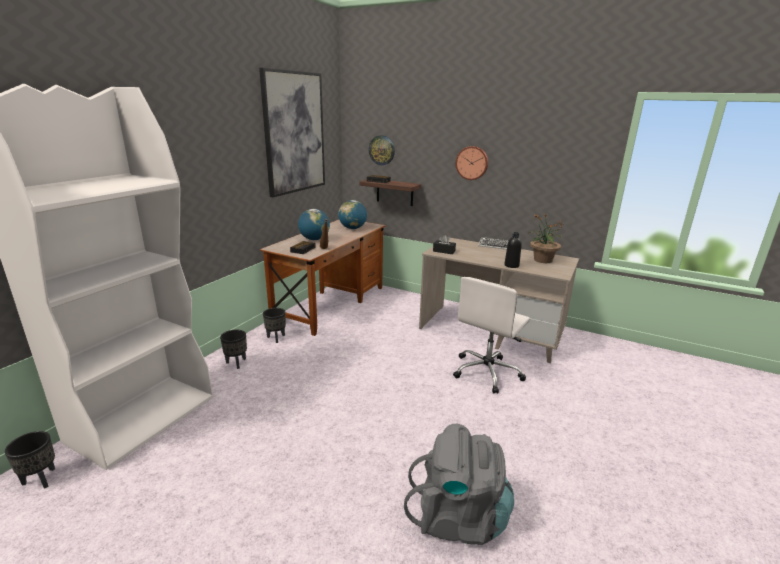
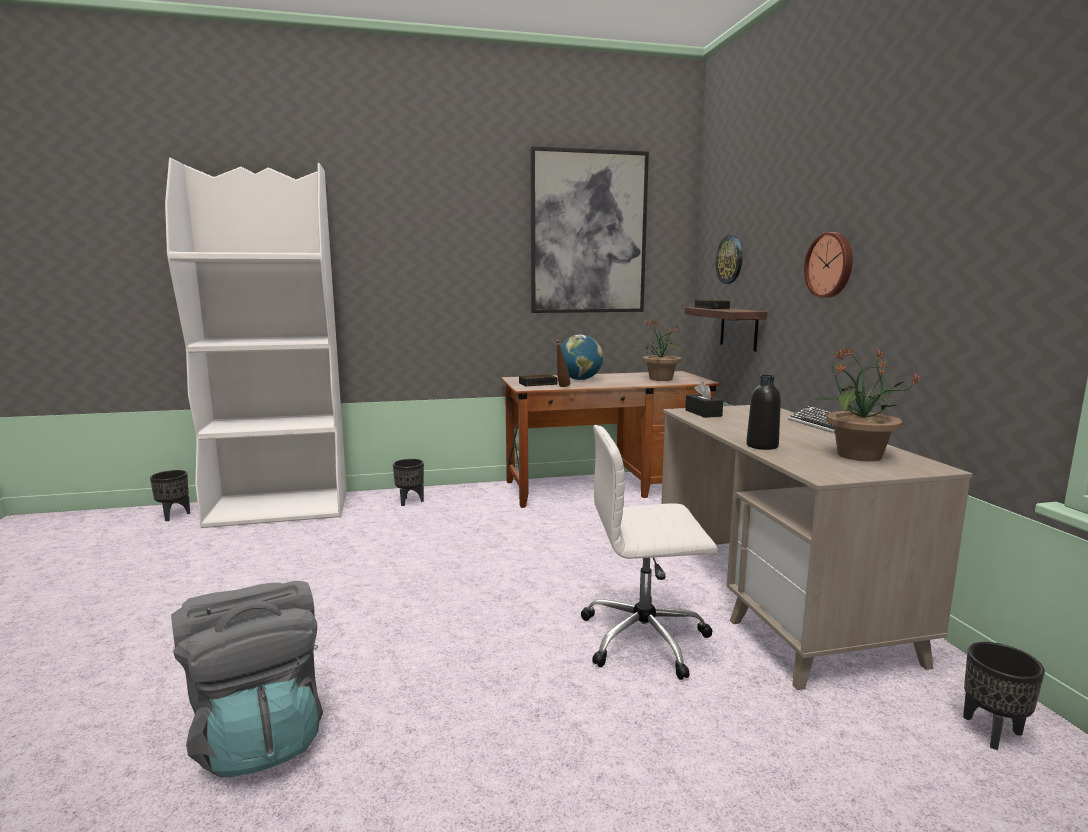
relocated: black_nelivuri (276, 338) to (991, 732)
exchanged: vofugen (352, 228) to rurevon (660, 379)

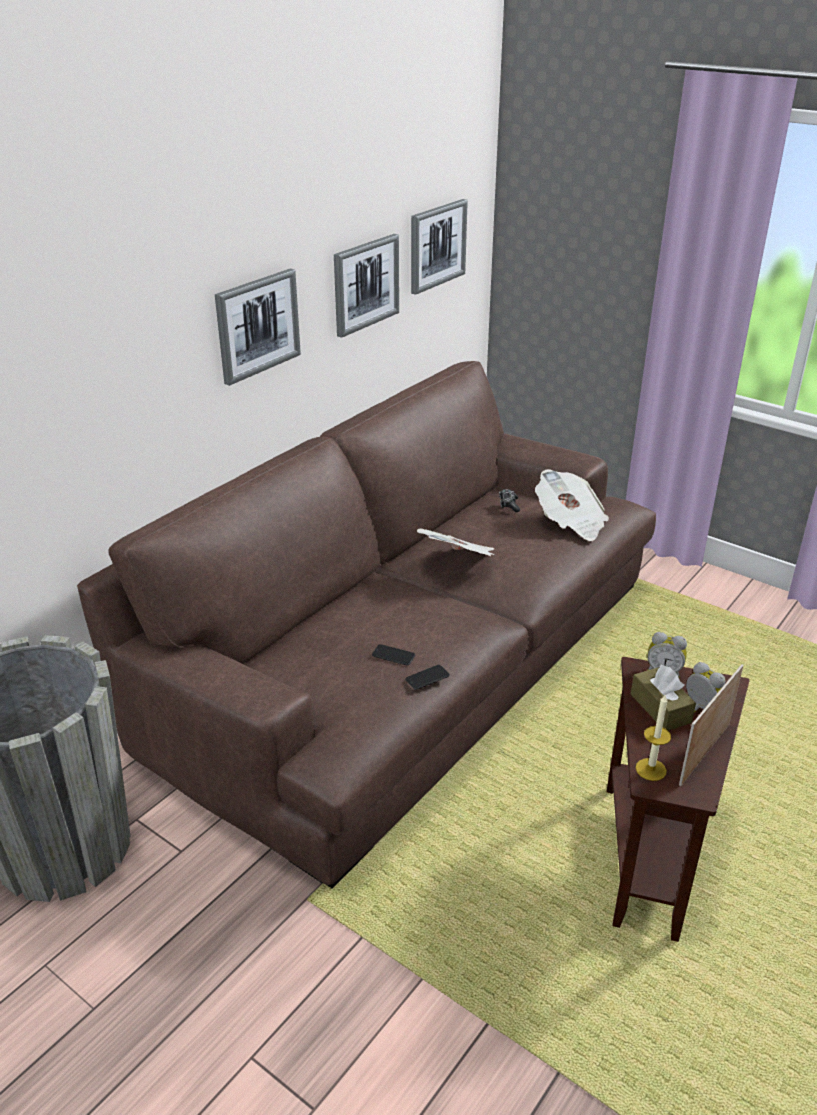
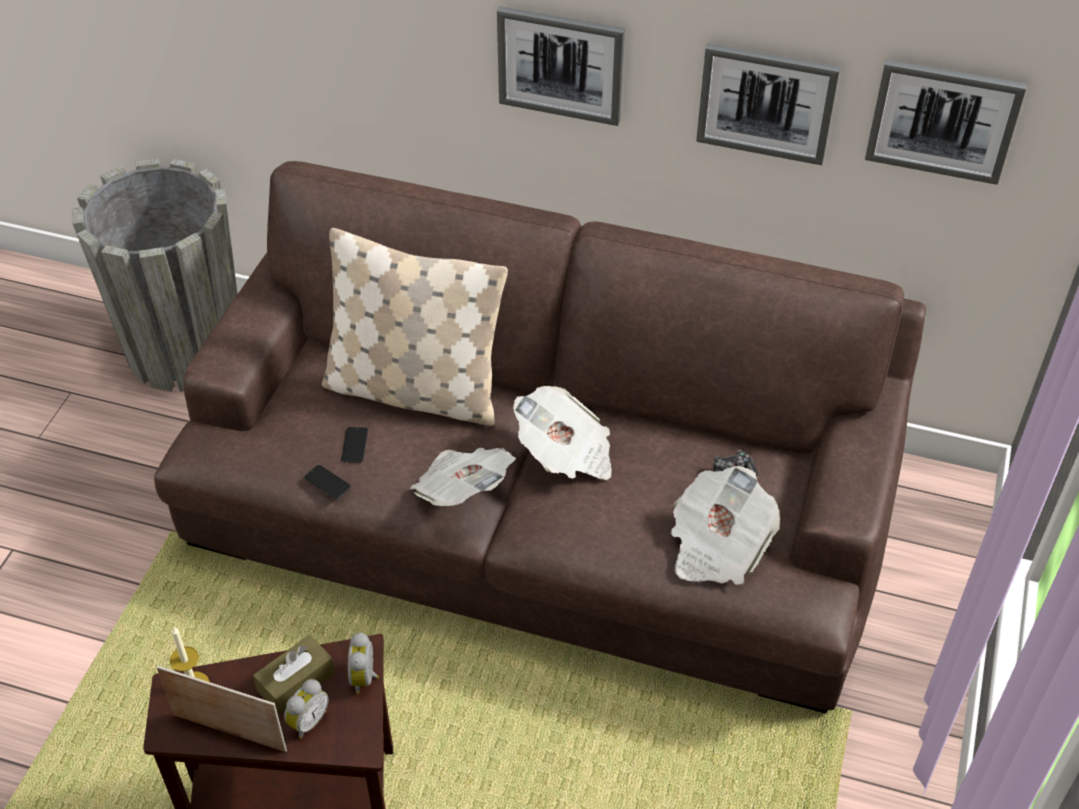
appeared: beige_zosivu (415, 390); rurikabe (462, 490)

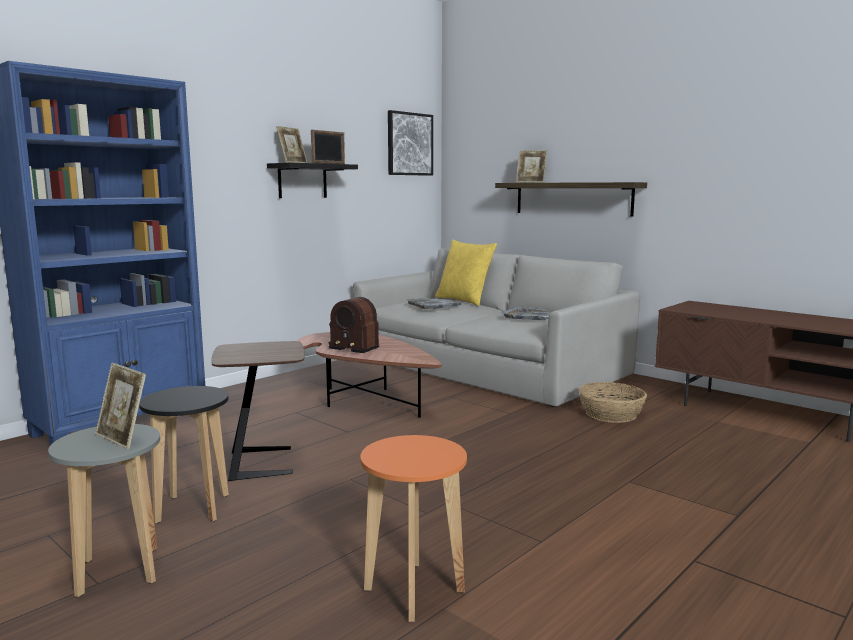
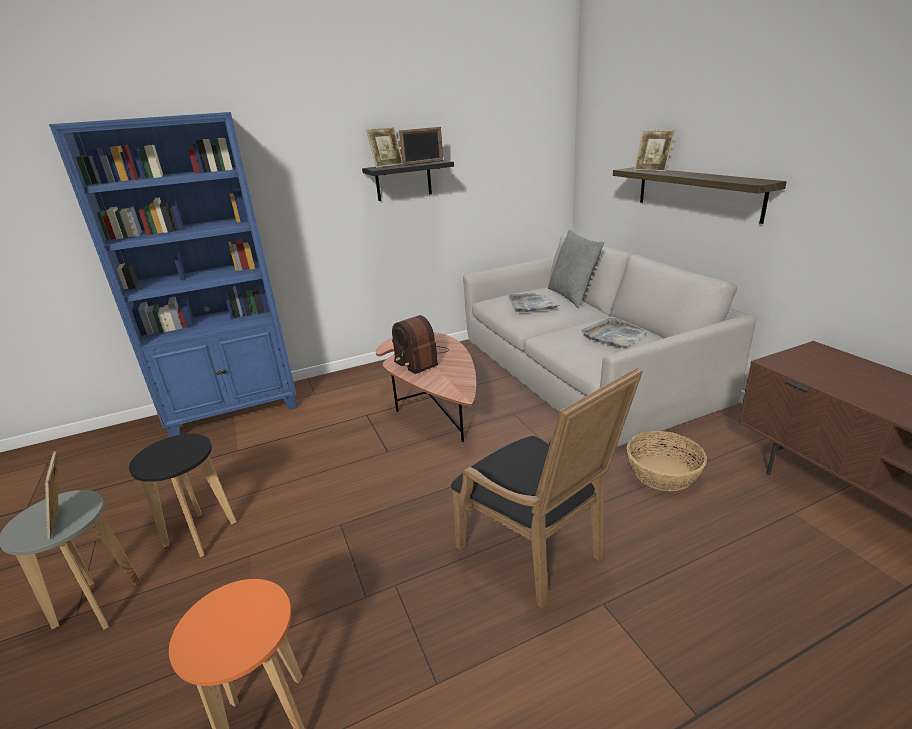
missing: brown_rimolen (263, 463); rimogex (409, 144)
appeared: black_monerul (538, 555)
colour: yellow_zosivu (464, 300) to grey_zosivu (572, 296)

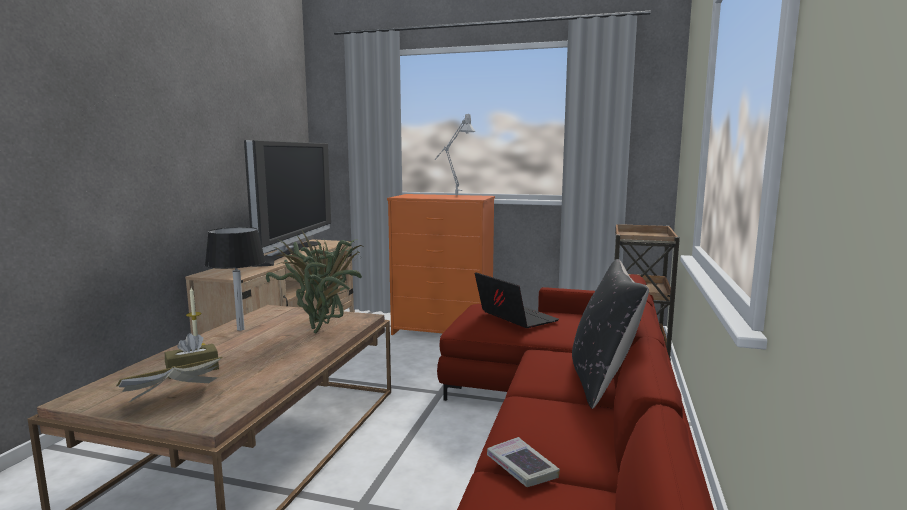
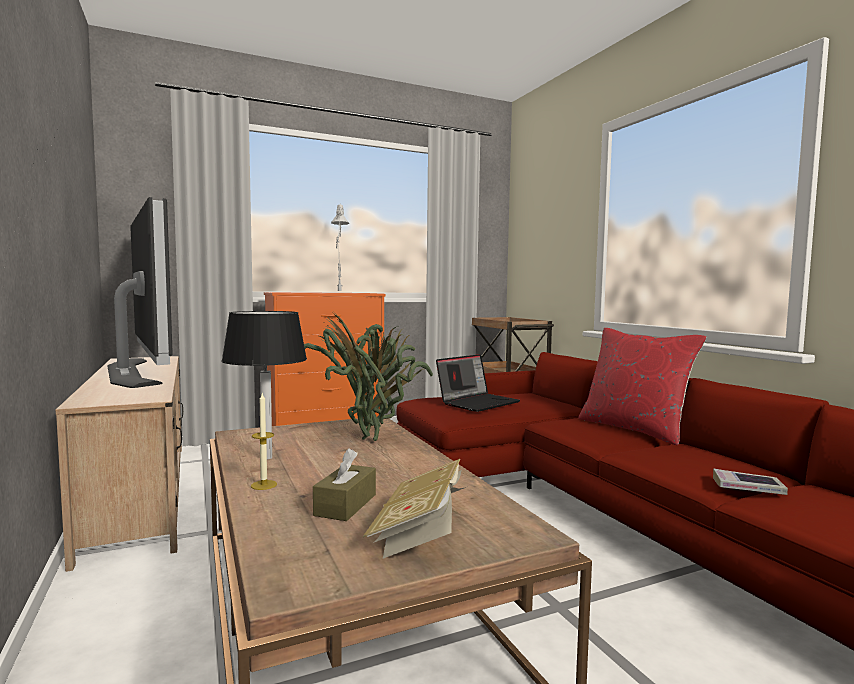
colour: black_zosivu (602, 380) to red_zosivu (634, 429)
spun: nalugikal (514, 317) = (478, 402) 120 degrees clockwise

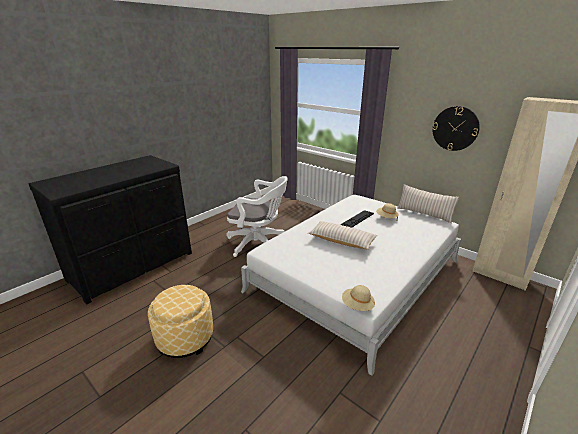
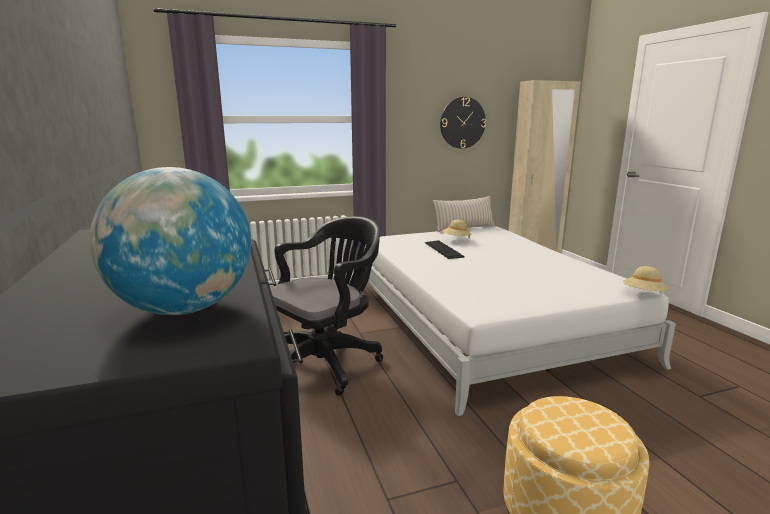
missing: beige_zosivu (341, 240)
appeared: vofugen (184, 309)
colour: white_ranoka (259, 244) to black_ranoka (326, 362)

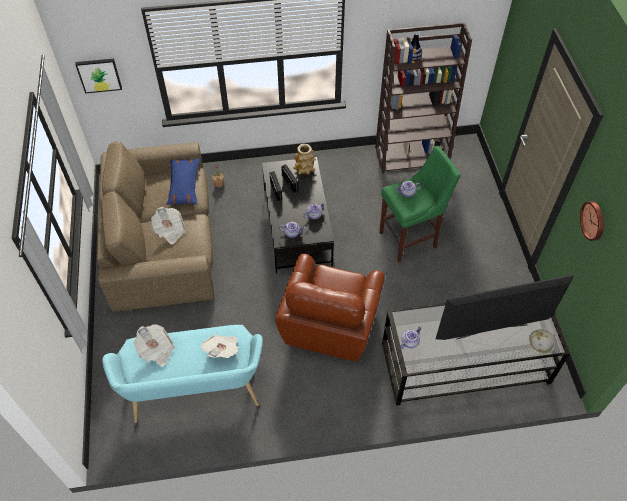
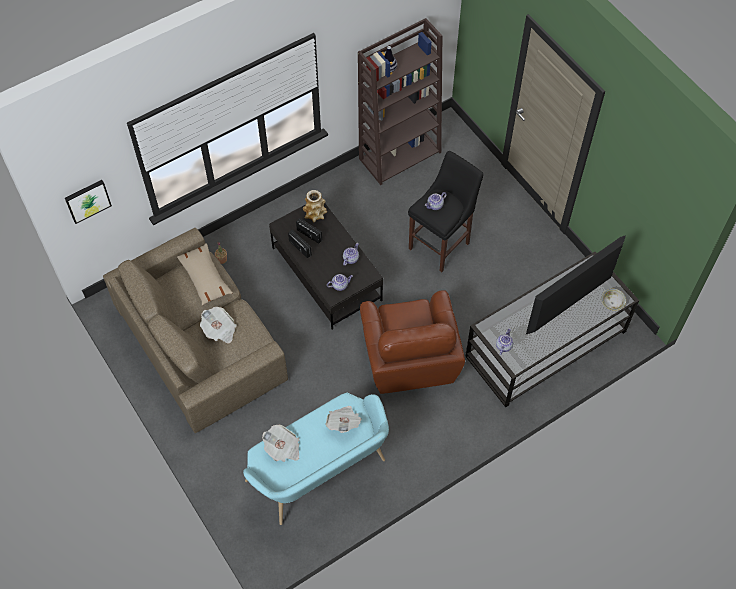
missing: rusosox (593, 220)
colour: blue_zosivu (184, 186) to beige_zosivu (205, 278); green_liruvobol (410, 239) to black_liruvobol (441, 244)

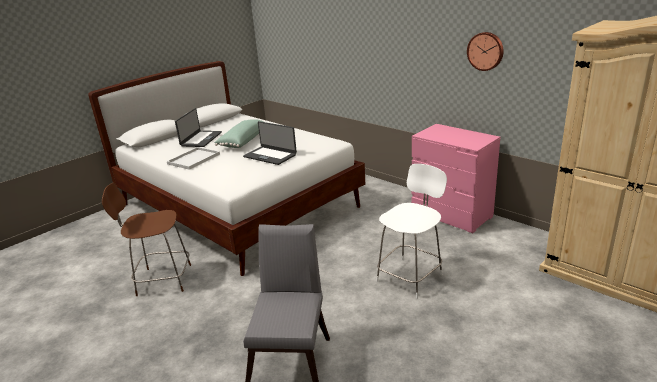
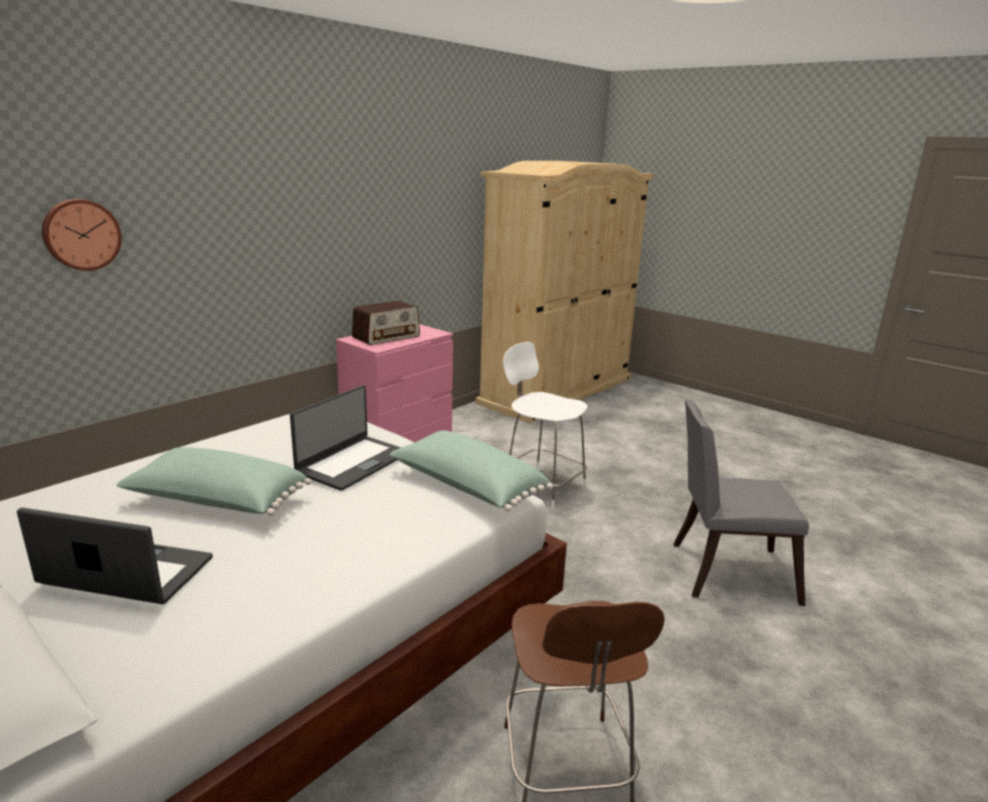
missing: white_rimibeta (193, 159)
appeared: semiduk (386, 337); green_zosivu (467, 487)
relocated: rusosox (485, 51) to (81, 234)

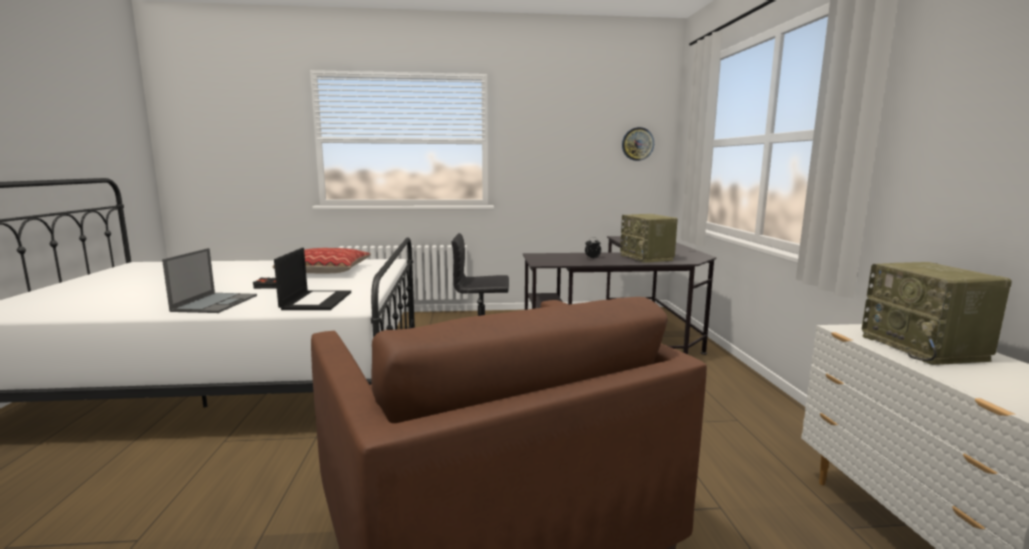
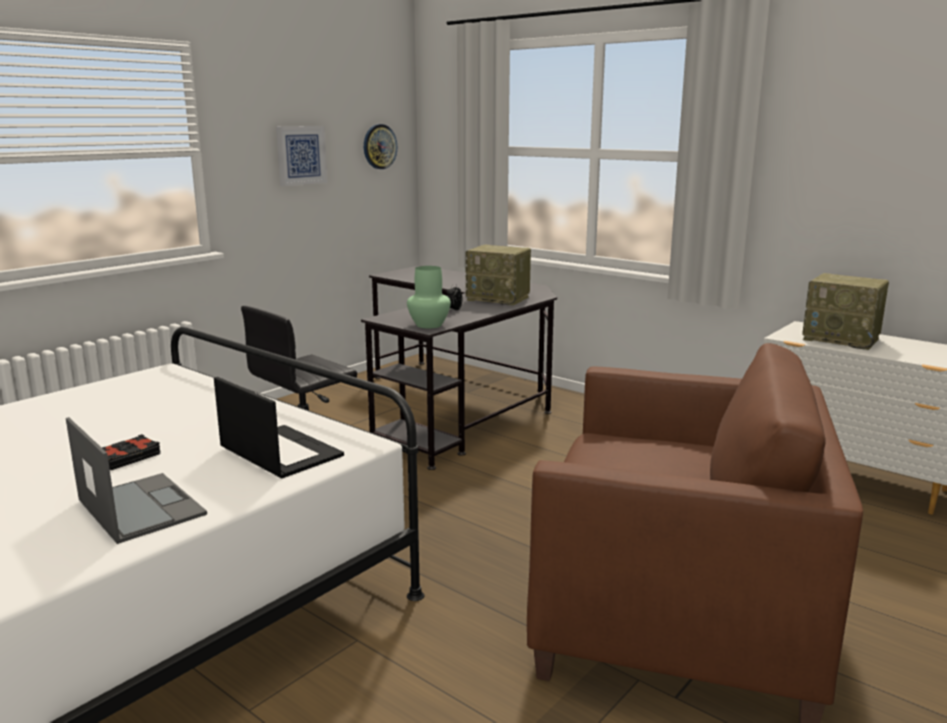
missing: zosivu (325, 271)
appeared: rimogex (301, 155); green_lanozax (429, 325)

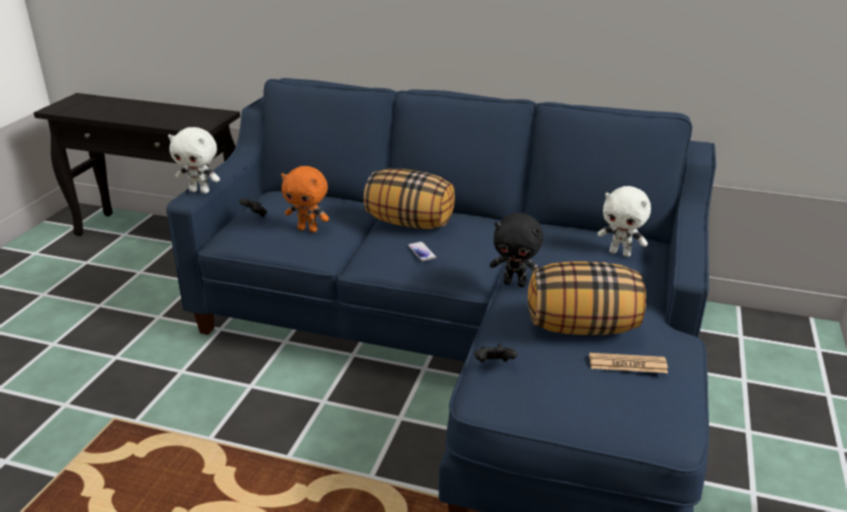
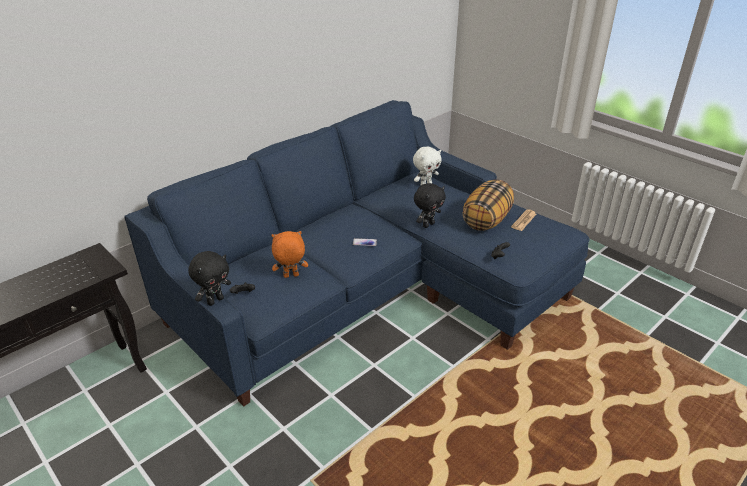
missing: zosivu (410, 223)
colour: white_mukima (200, 191) to black_mukima (215, 300)
spun: orange_mukima (308, 229) = (291, 276) 150 degrees counterclockwise

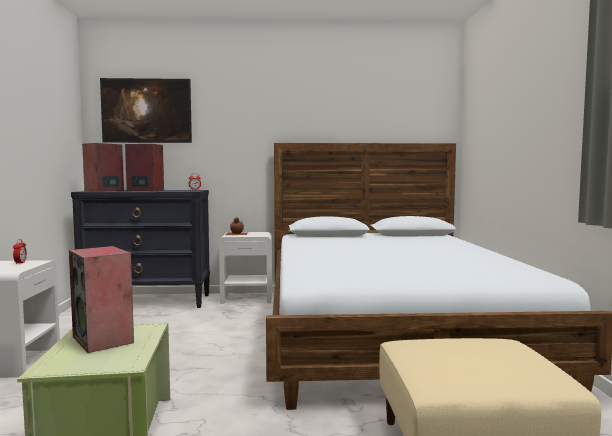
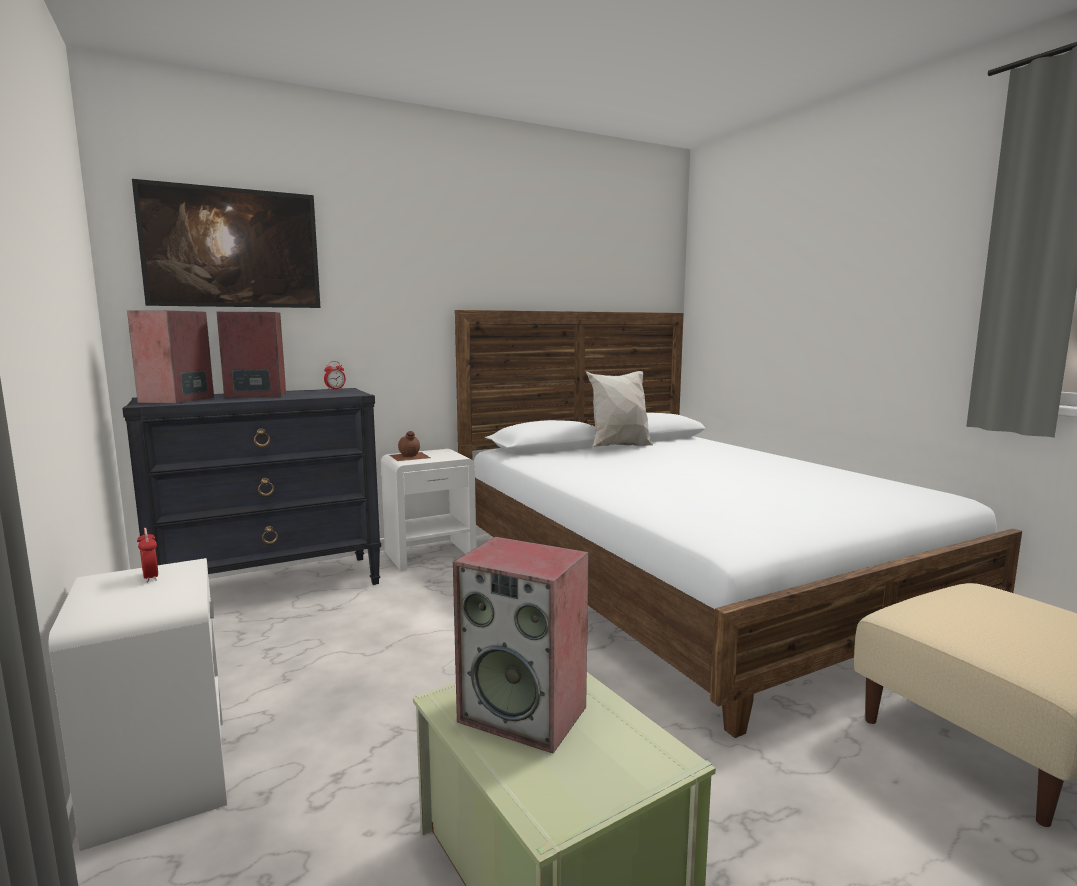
appeared: white_zosivu (619, 448)

